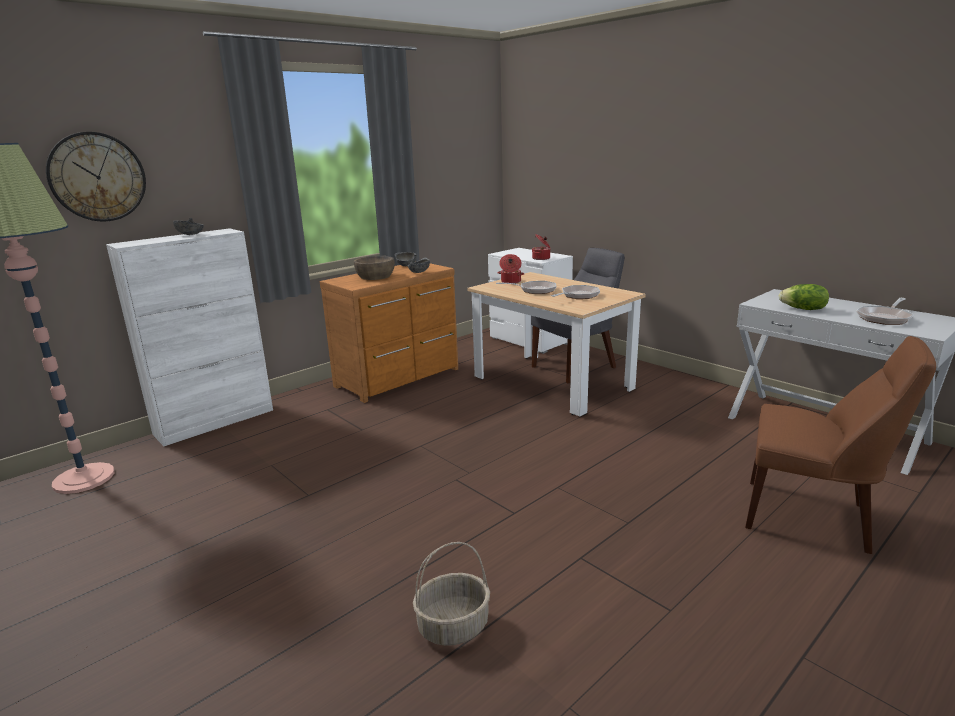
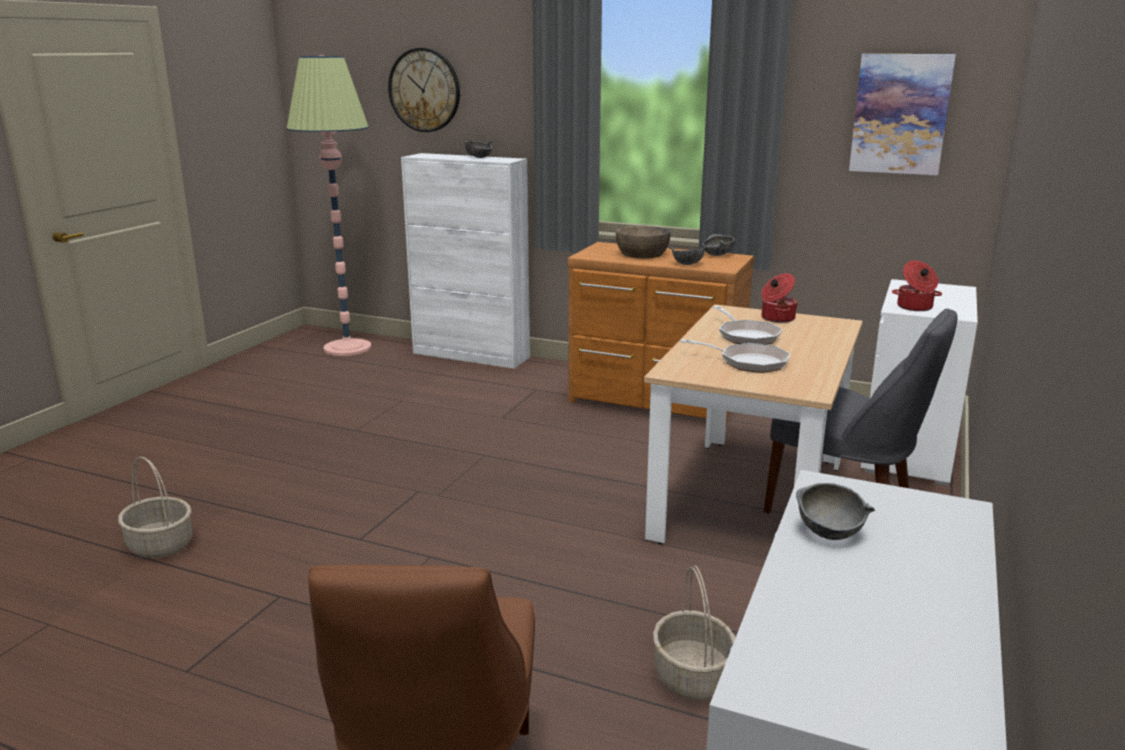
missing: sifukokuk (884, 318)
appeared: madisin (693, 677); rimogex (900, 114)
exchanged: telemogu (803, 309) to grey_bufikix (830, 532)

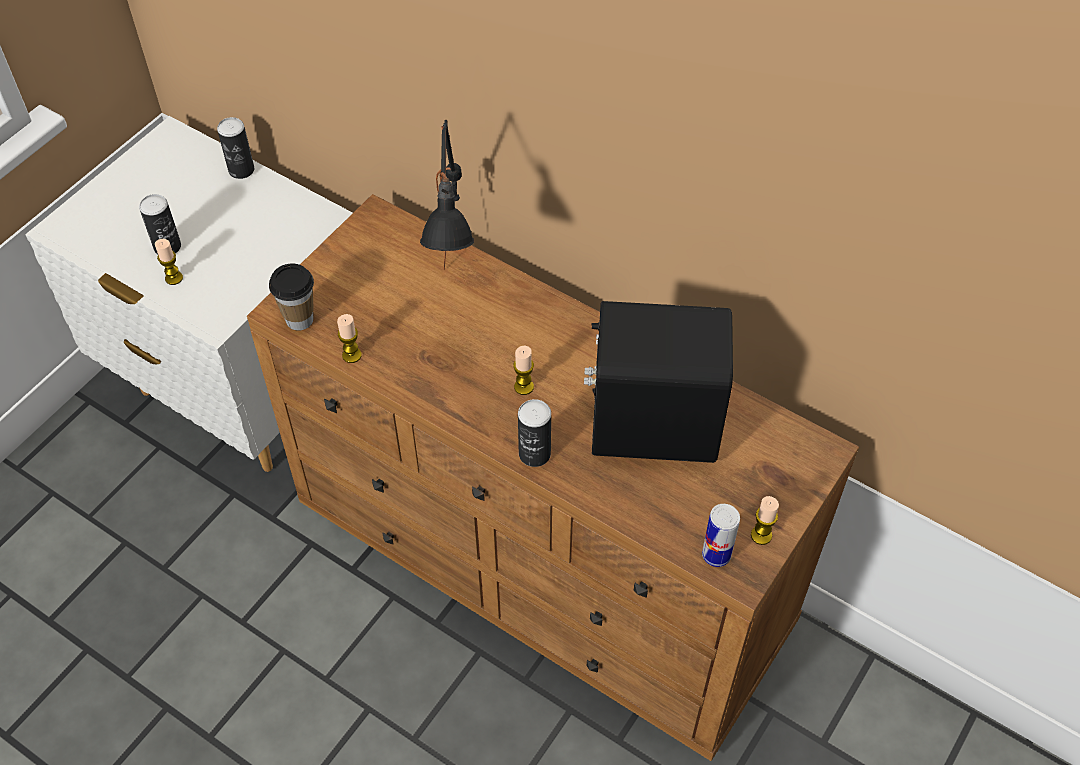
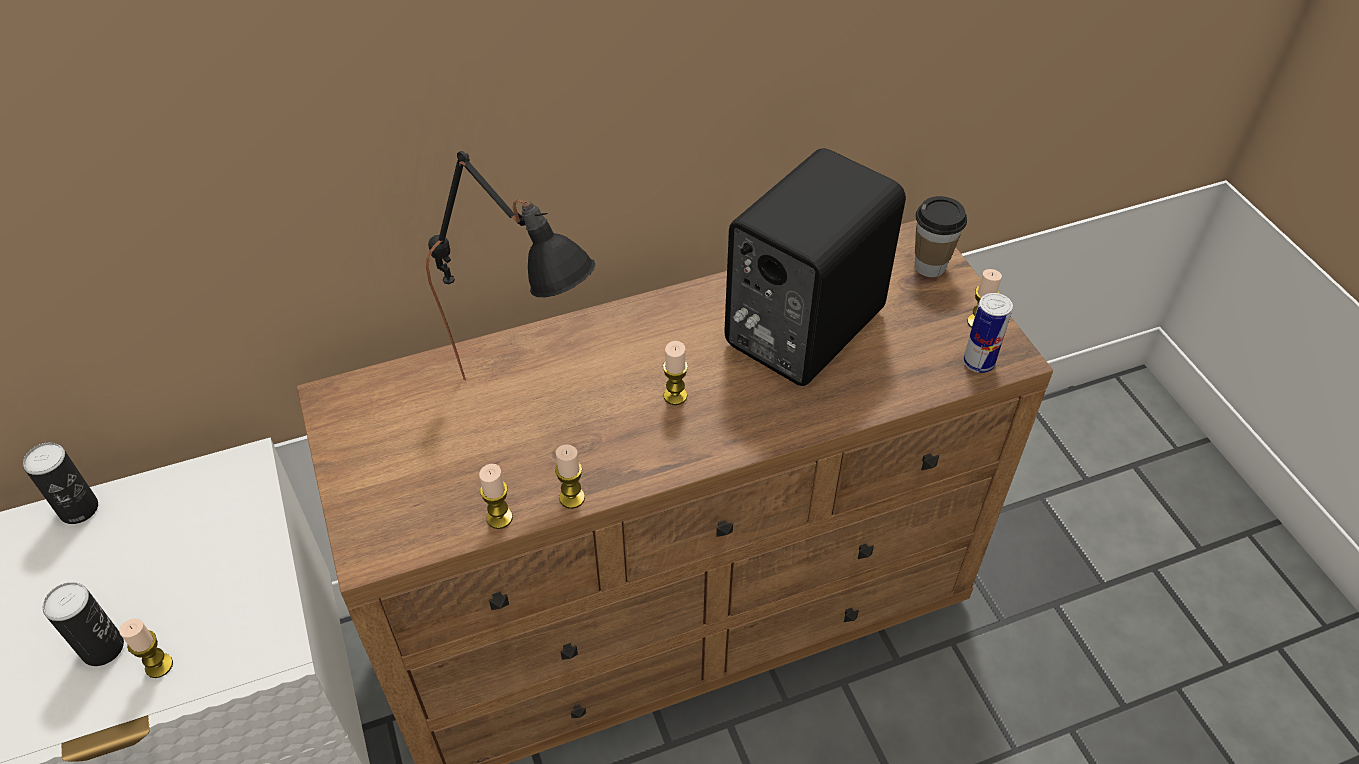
missing: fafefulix (534, 454)
appeared: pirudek (572, 498)
relocated: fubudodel (299, 319) to (930, 266)

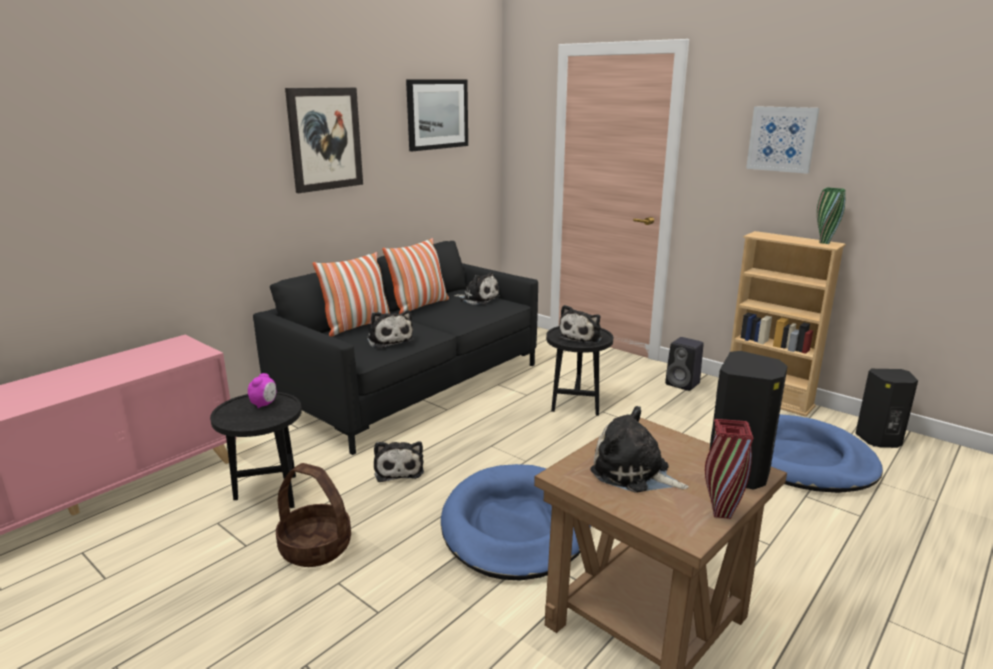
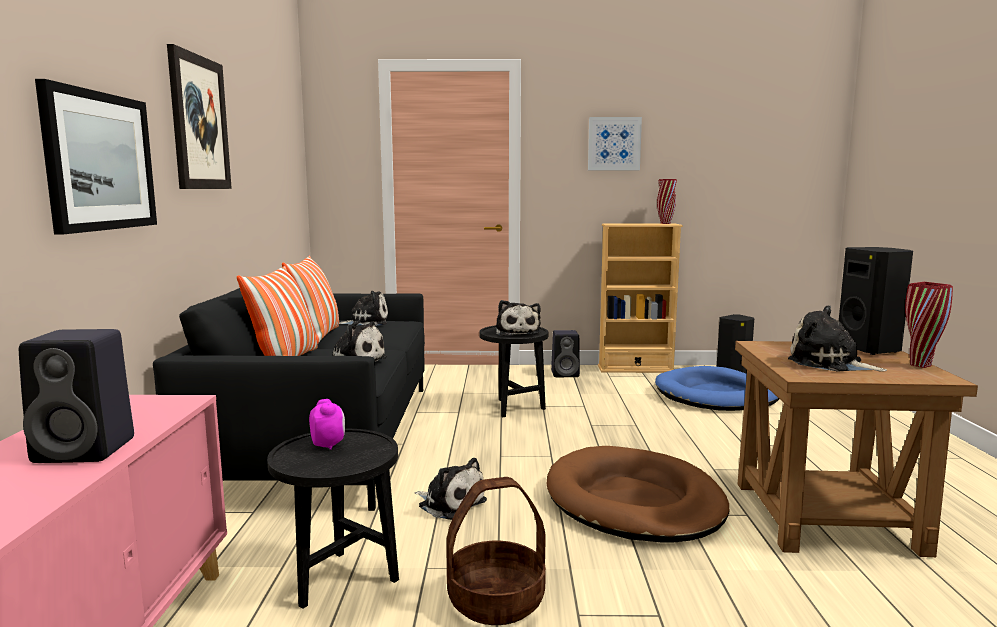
appeared: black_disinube (88, 450)
relocated: rimogex (437, 114) to (100, 161)
colour: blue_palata (515, 526) to brown_palata (634, 501); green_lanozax (824, 242) to red_lanozax (665, 223)
spun: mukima (634, 473) = (829, 363) 45 degrees clockwise

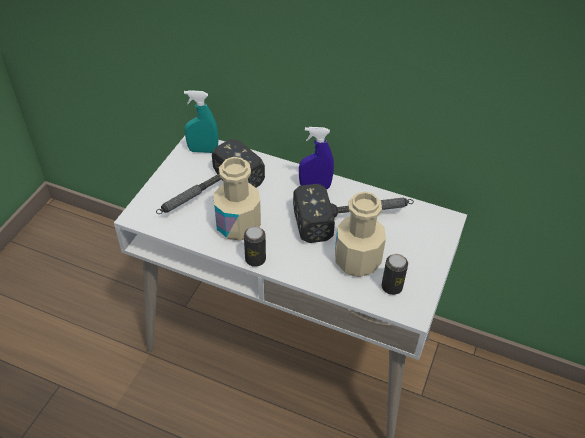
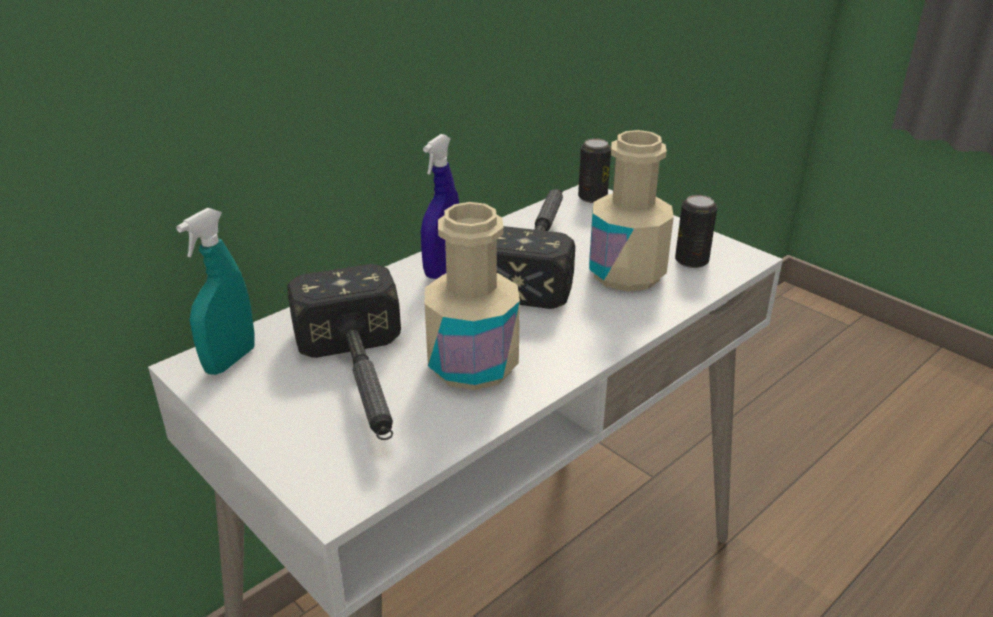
relocated: fafefulix (255, 259) to (592, 198)

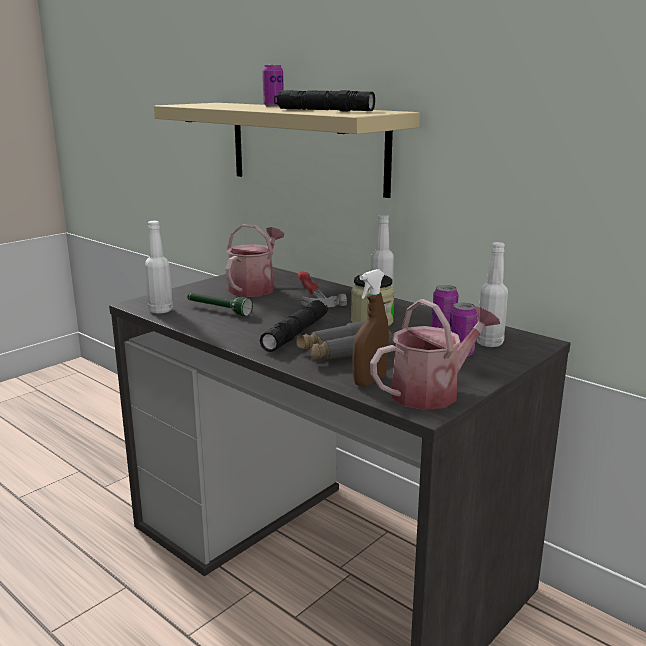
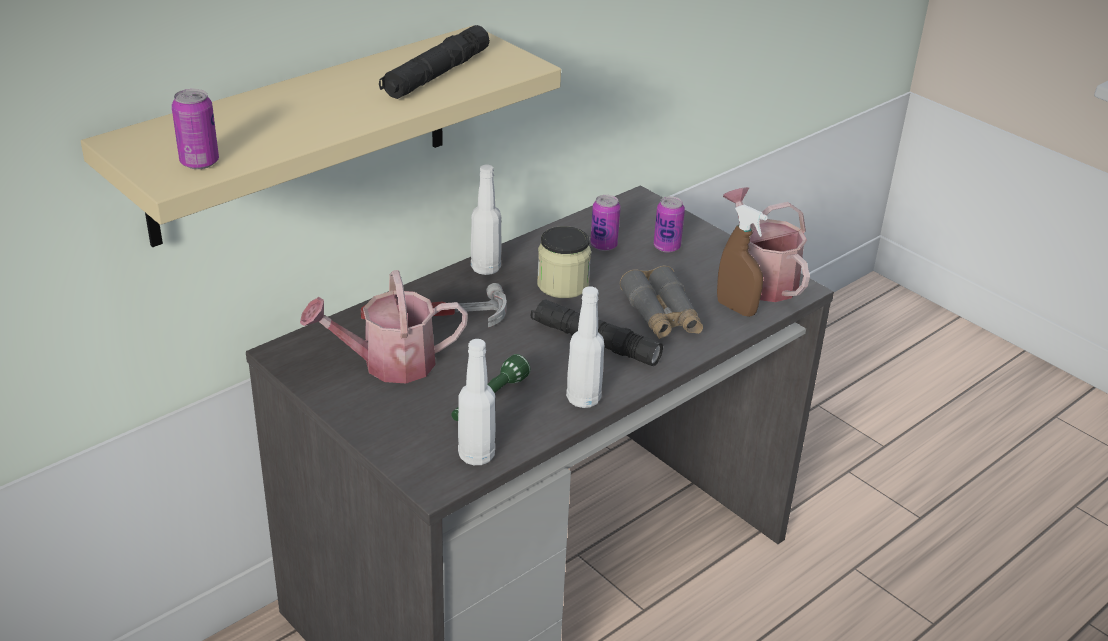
relocated: fafefulix (273, 106) to (199, 162); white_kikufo (489, 343) to (583, 399)
spun: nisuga (255, 288) = (388, 364) 45 degrees counterclockwise

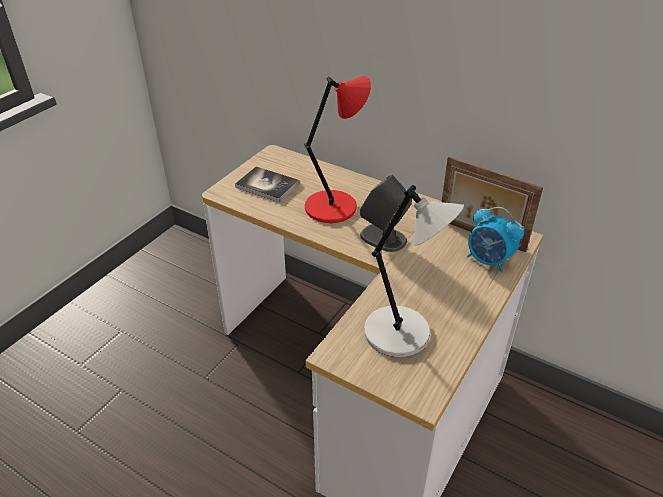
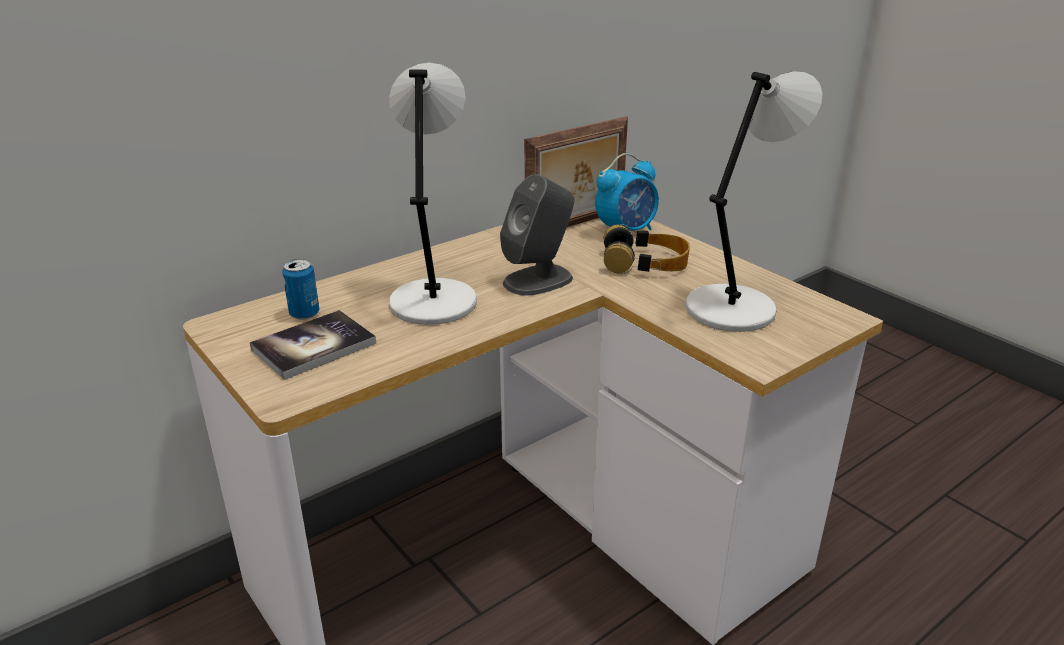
appeared: fafefulix (304, 314); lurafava (645, 263)
colour: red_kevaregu (334, 207) to grey_kevaregu (433, 300)

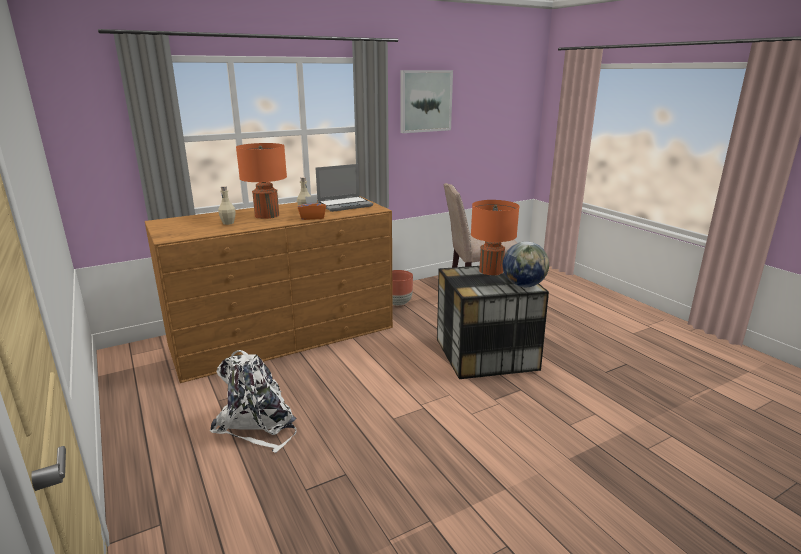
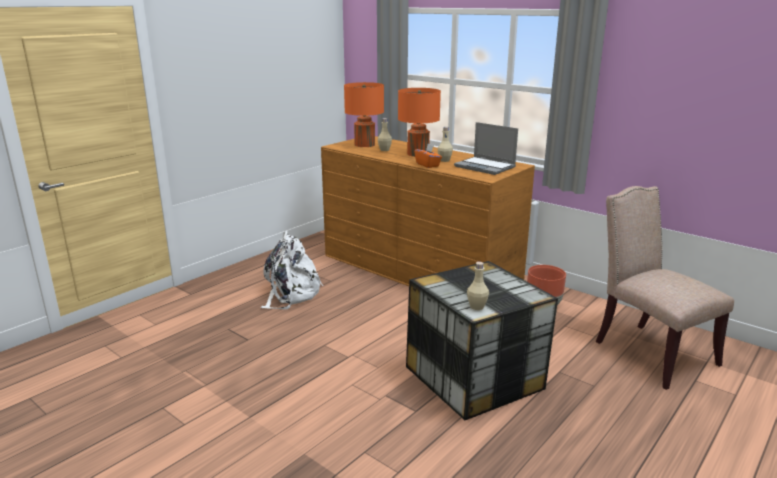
missing: rimogex (425, 101)
relocated: orange_kevaregu (491, 271) to (364, 144)
exchanged: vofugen (523, 285) to beige_kikufo (477, 307)

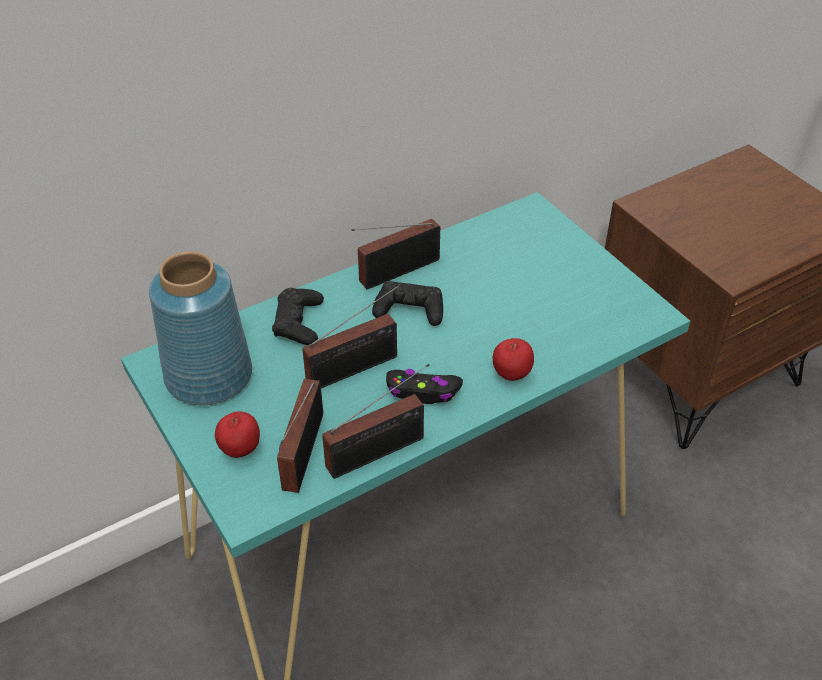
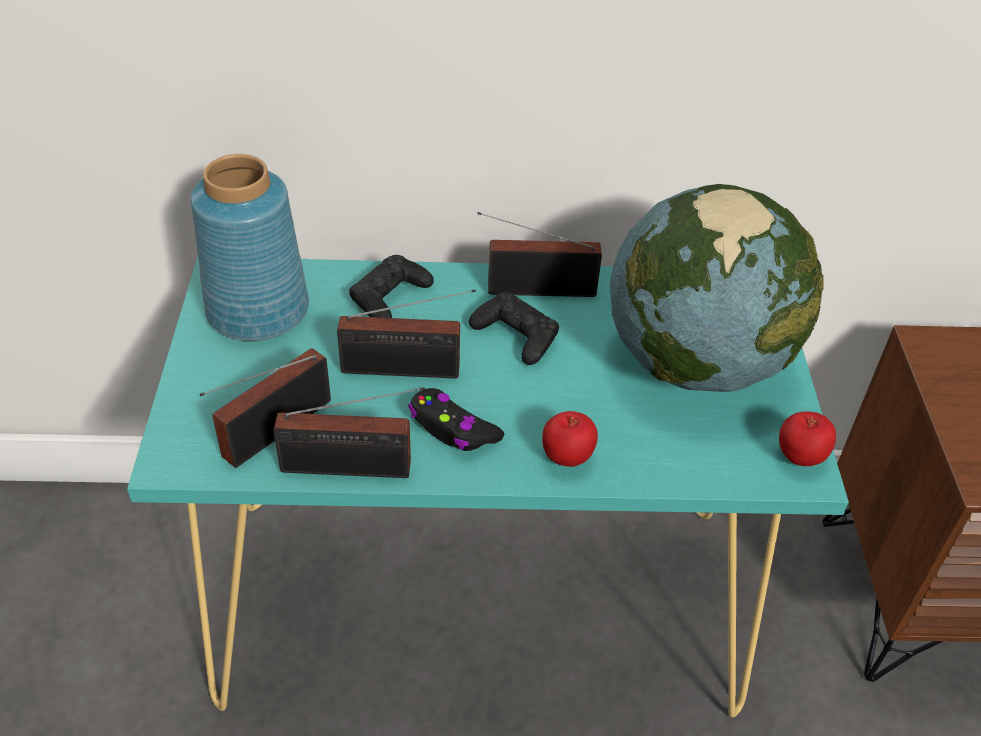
appeared: vofugen (696, 362)
relocated: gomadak (240, 450) to (799, 458)

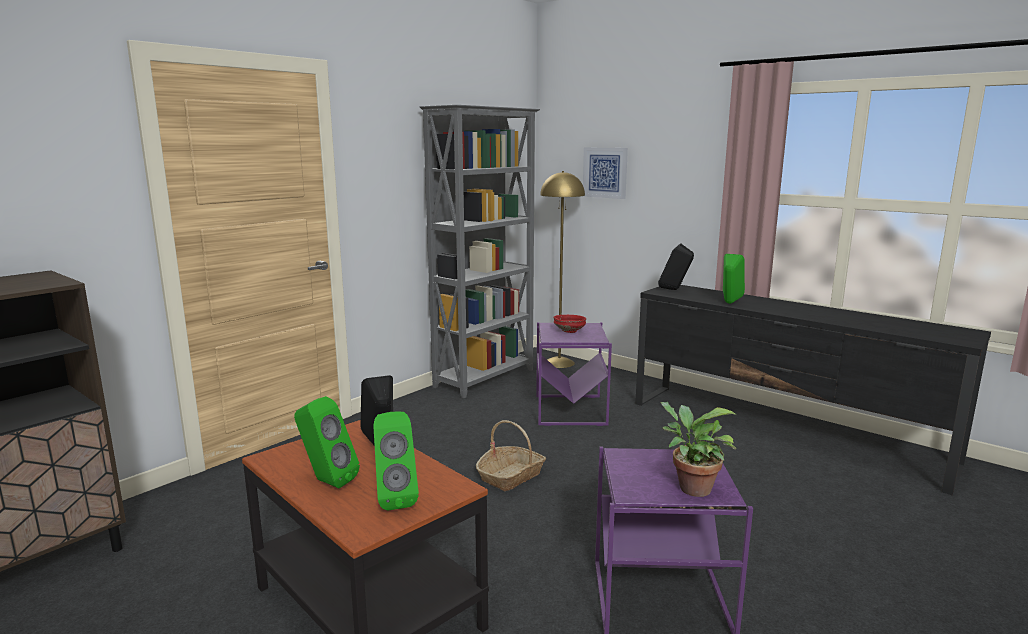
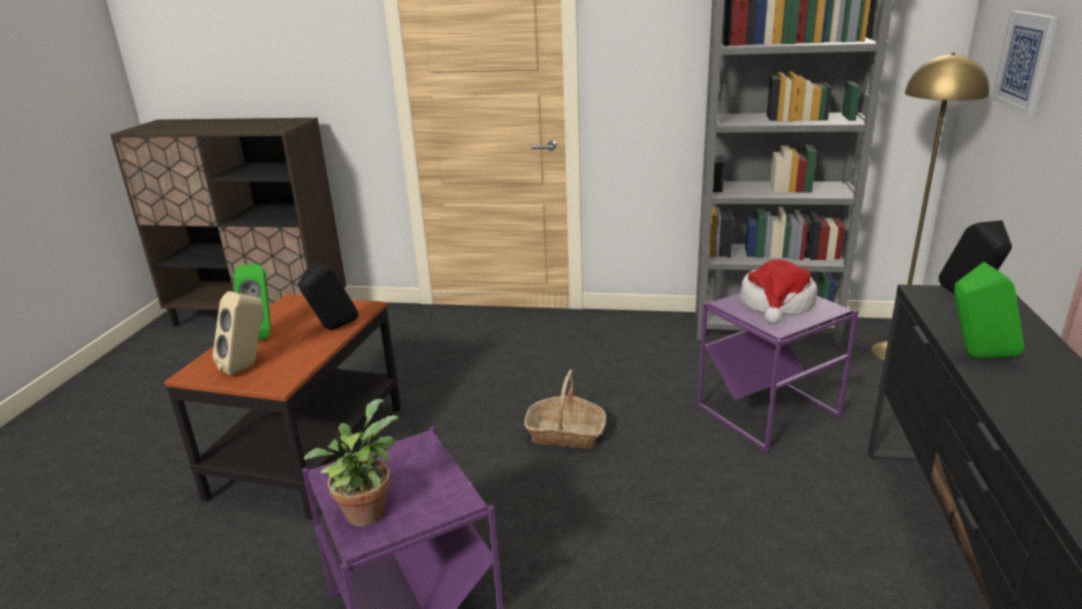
exchanged: red_bufikix (569, 331) to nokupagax (777, 304)
colour: green_disinube (395, 499) to beige_disinube (248, 366)

